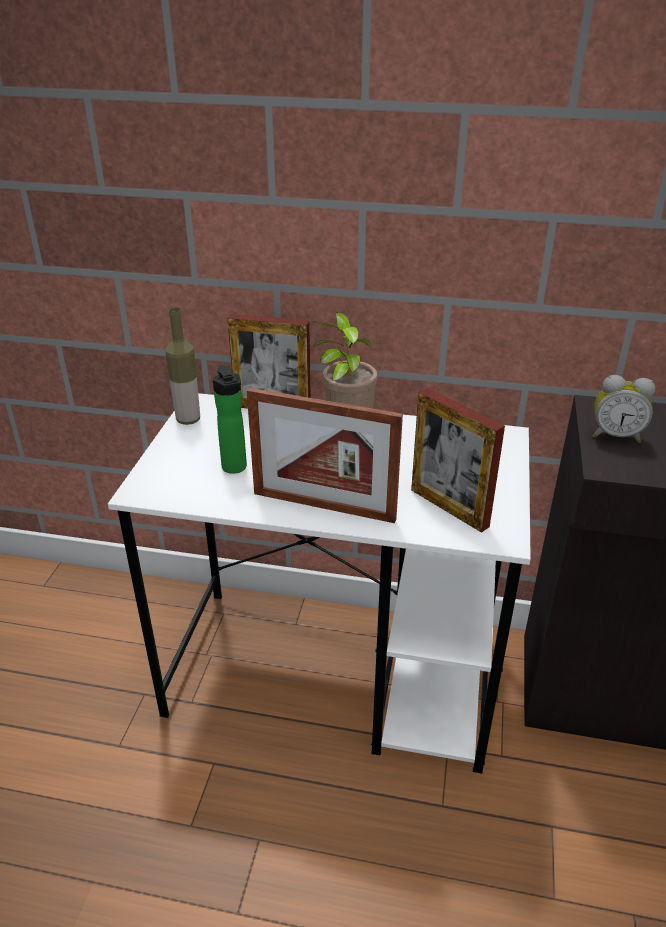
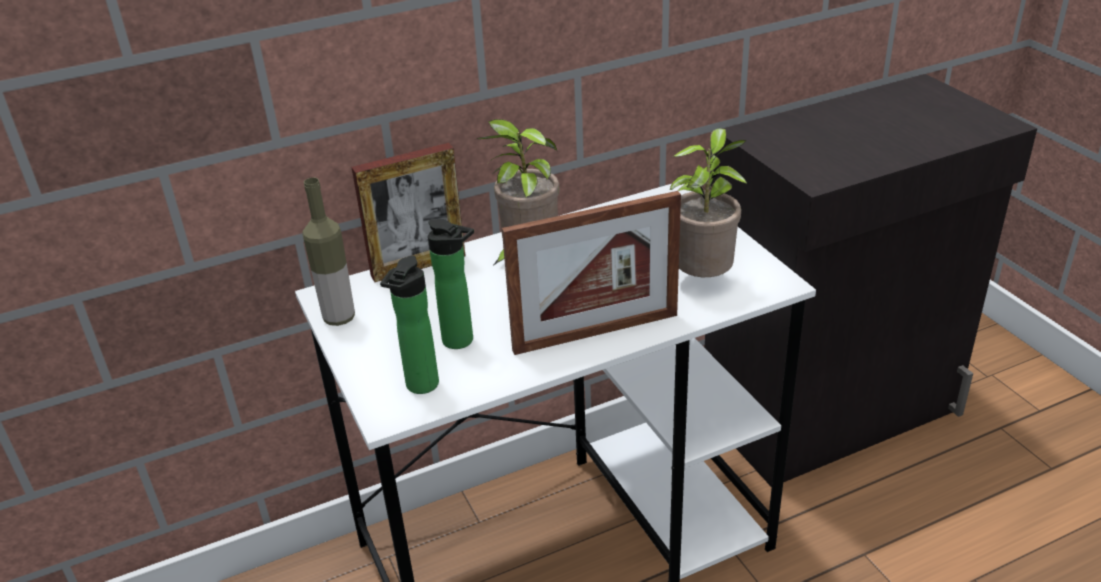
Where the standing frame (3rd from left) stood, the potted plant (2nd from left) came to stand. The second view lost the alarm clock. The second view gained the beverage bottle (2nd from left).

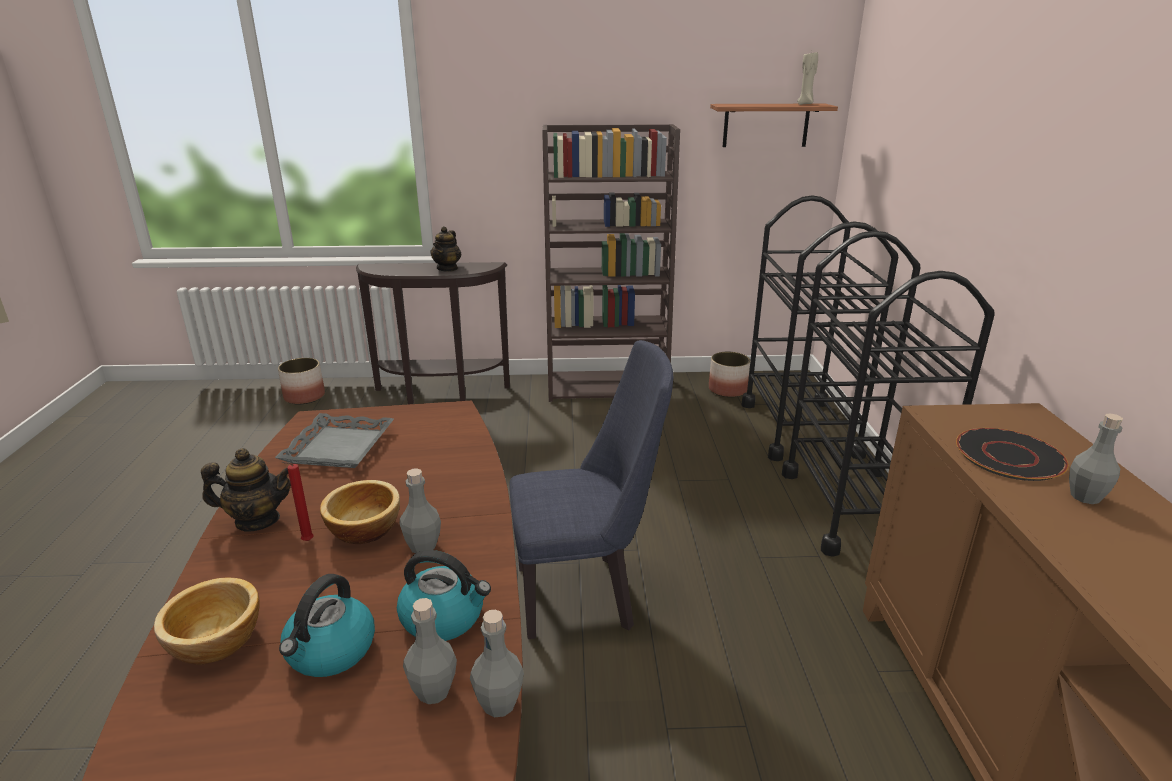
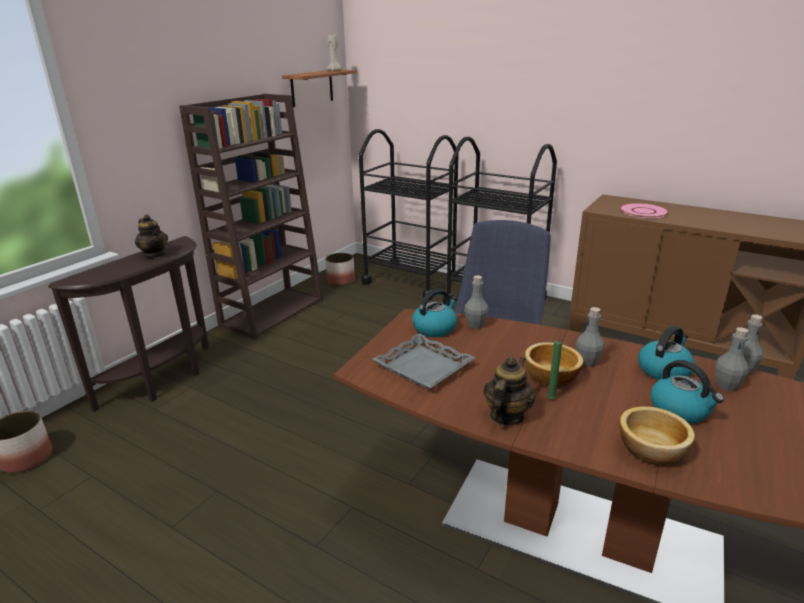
What was the red-coloured wax light turned into the green-coloured wax light. What was the black-coloured flat dish turned into the pink flat dish. The gray beverage bottle (4th from left in the first image) ended up elsewhere. The second view gained the water kettle (1st from left).

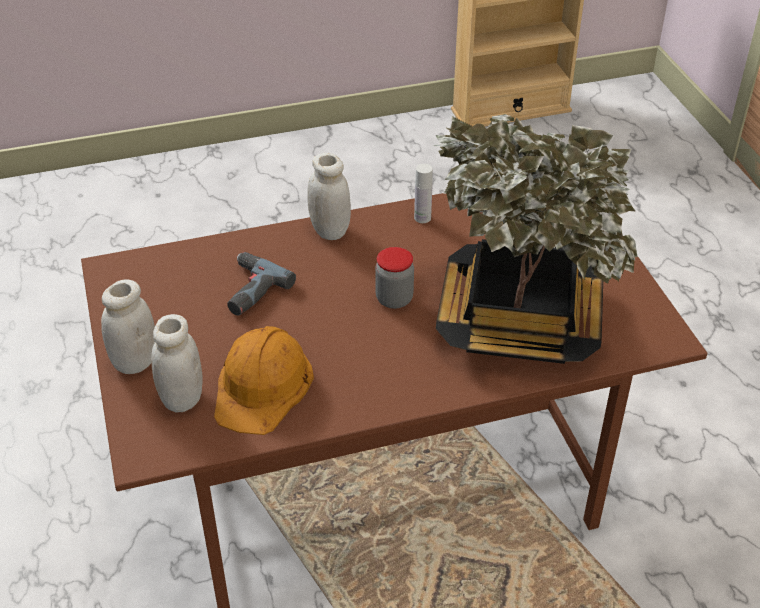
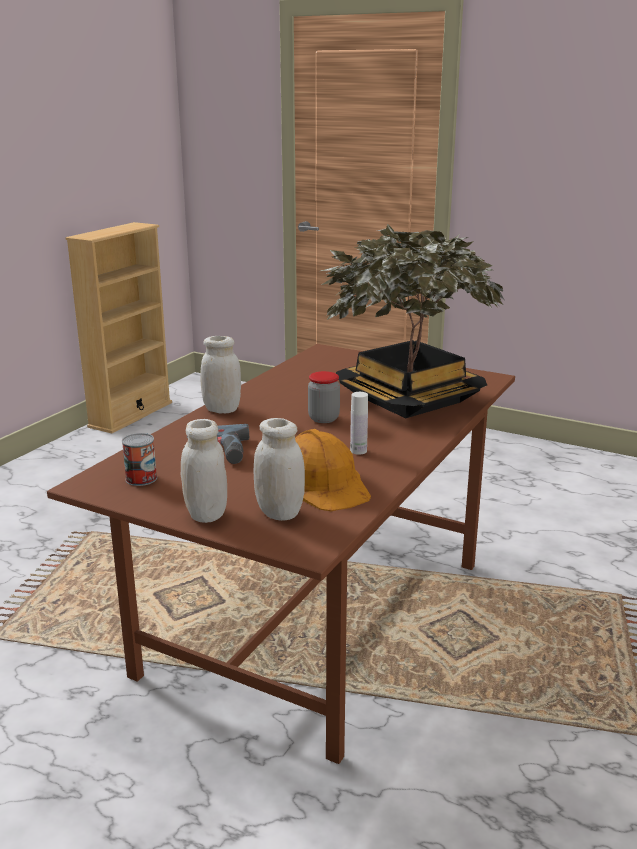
The whitish beverage bottle ended up elsewhere. The second view gained the can.

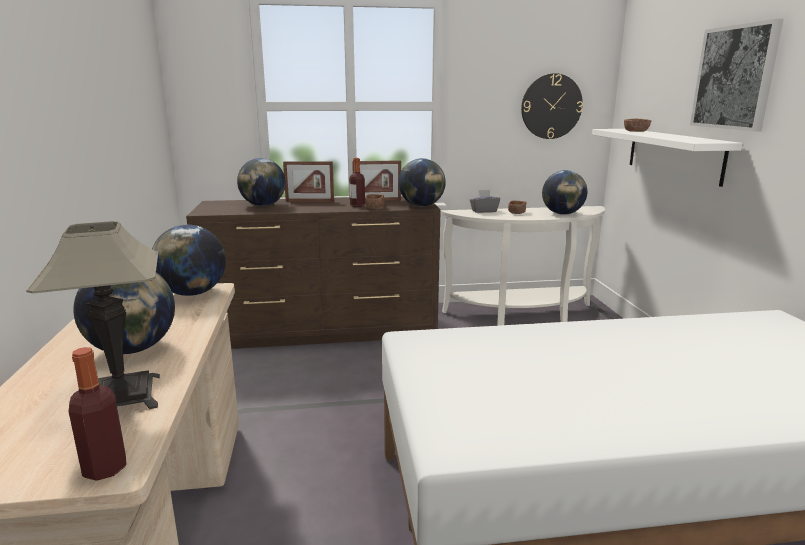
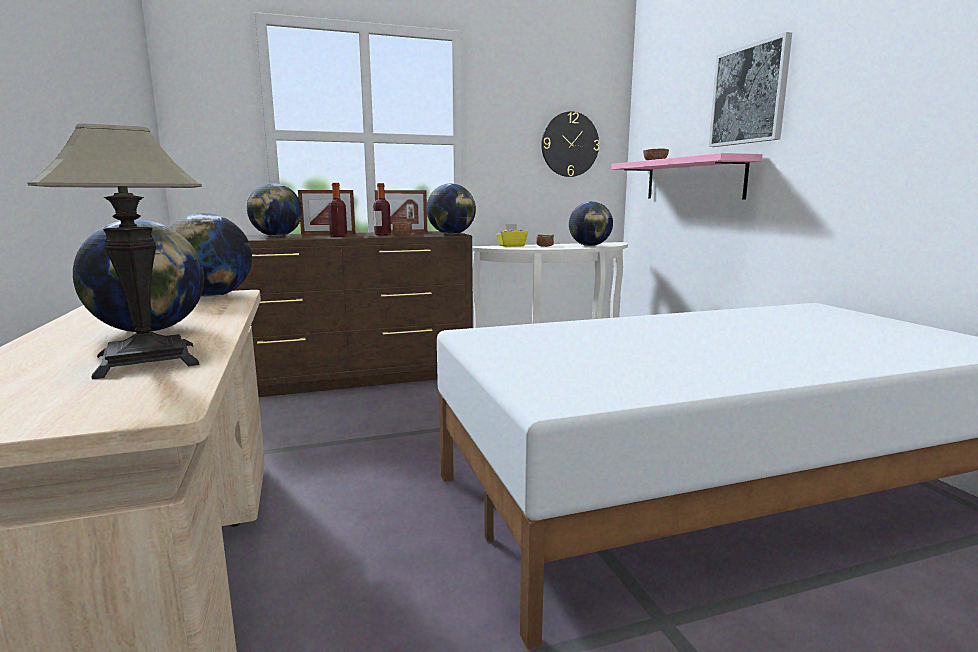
The beverage bottle (1st from left) ended up elsewhere. What was the gray box of tissues turned into the yellow-coloured box of tissues. What was the whitish shelf turned into the pink shelf.

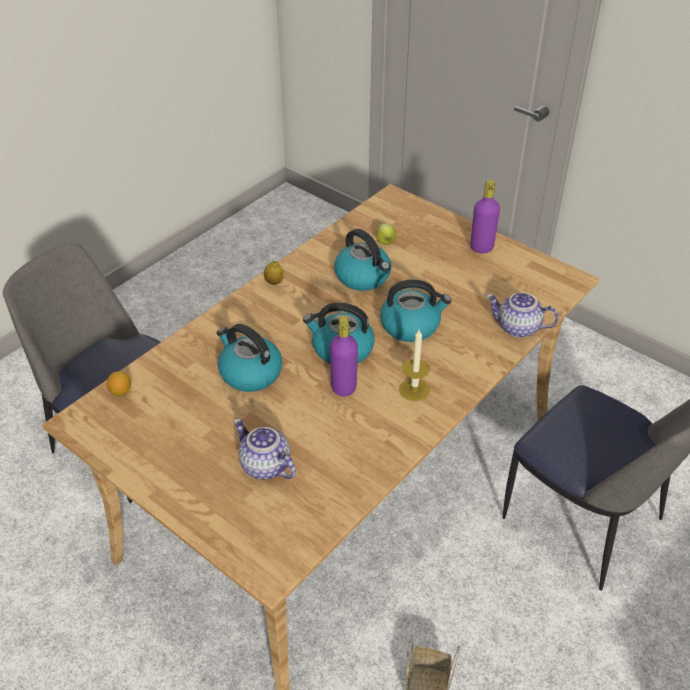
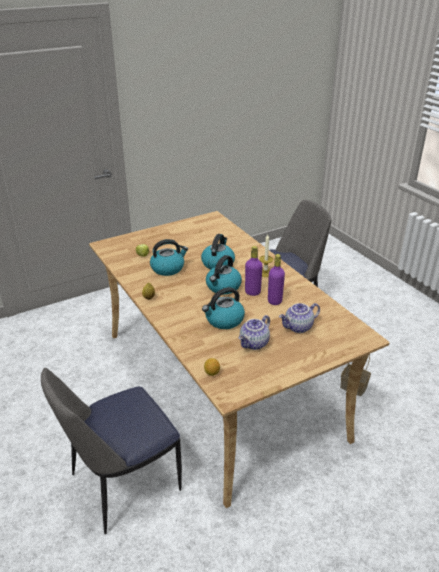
The purple beverage bottle (2nd from left) ended up elsewhere. The pot for tea (2nd from left in the first image) ended up elsewhere.

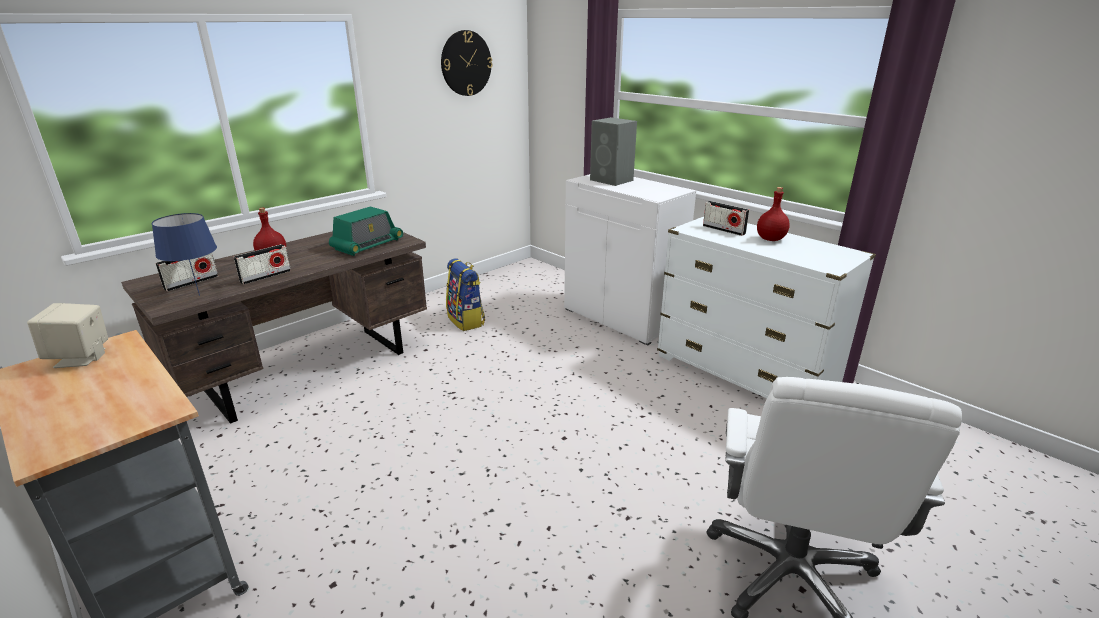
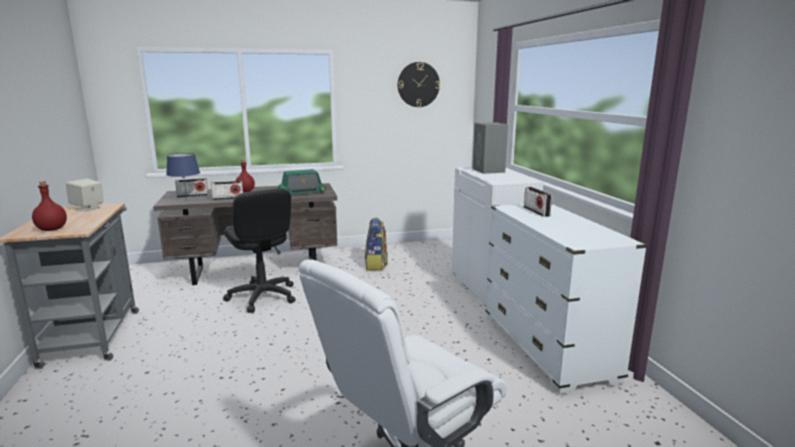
The red-coloured beverage bottle (2nd from left in the first image) ended up elsewhere. The second view gained the black-coloured office chair.

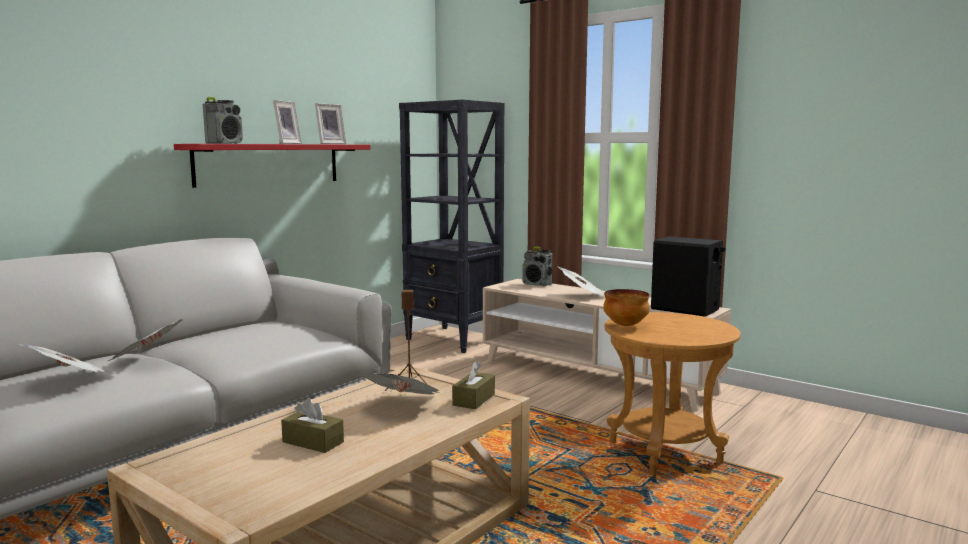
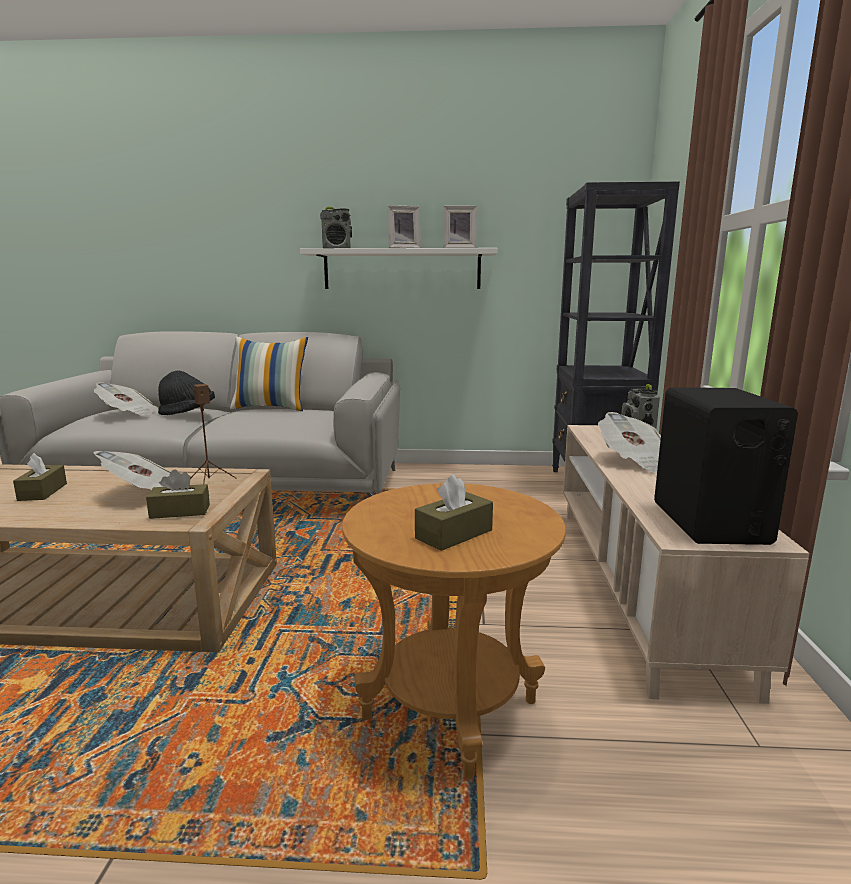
Where the daily paper (2nd from left) stood, the black-coloured clothing hat came to stand. What was the red-coloured shelf turned into the whitish shelf. The second view lost the serving bowl. The second view gained the throw pillow. The second view gained the brown box of tissues (3rd from left).

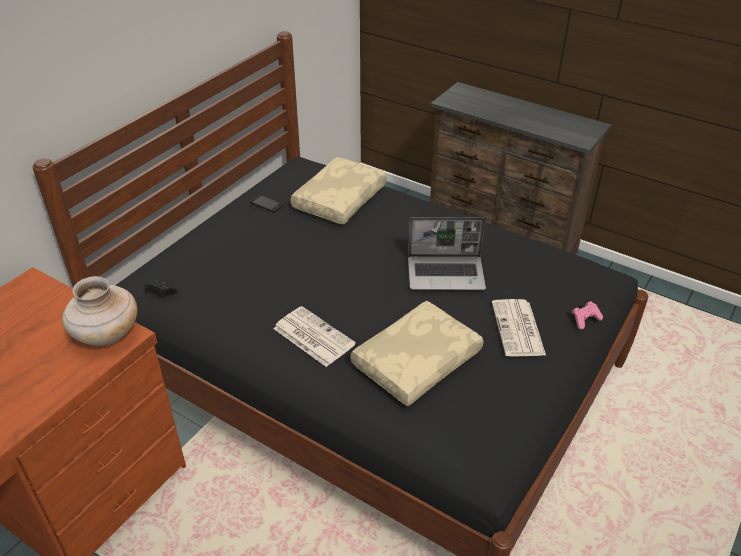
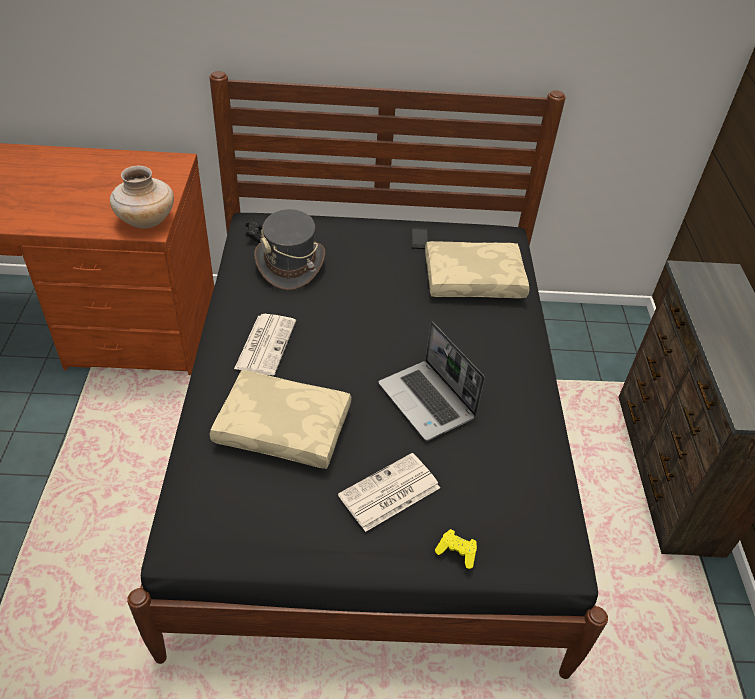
What was the pink joypad turned into the yellow-coloured joypad. The second view gained the gray clothing hat.

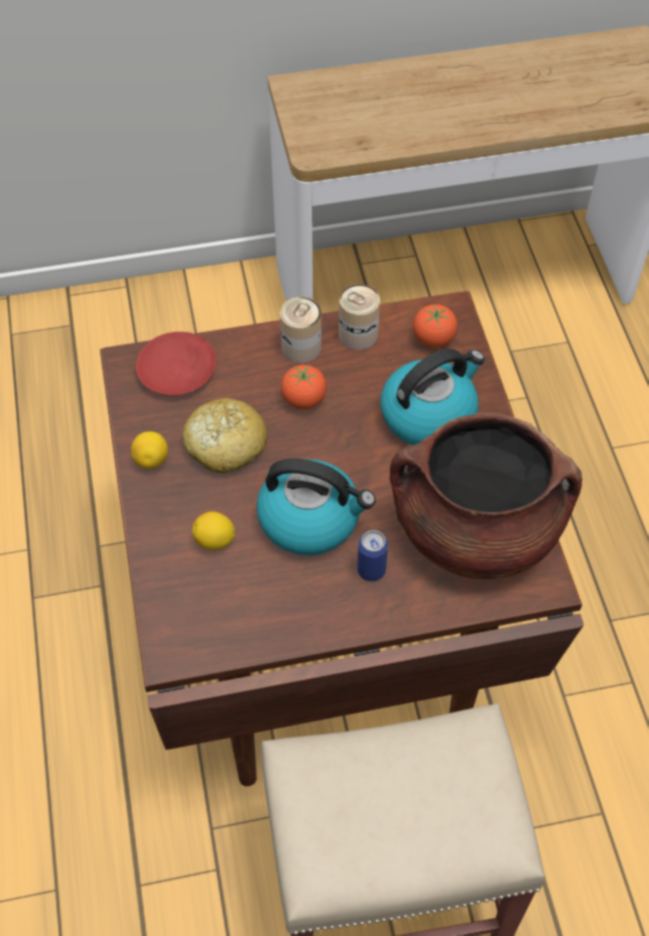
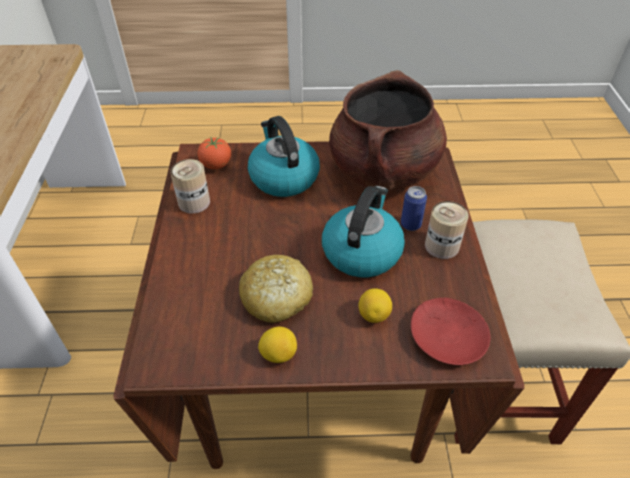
The red-coloured flat dish ended up elsewhere. The can (1st from left in the first image) ended up elsewhere. The second view lost the tomato (1st from left).

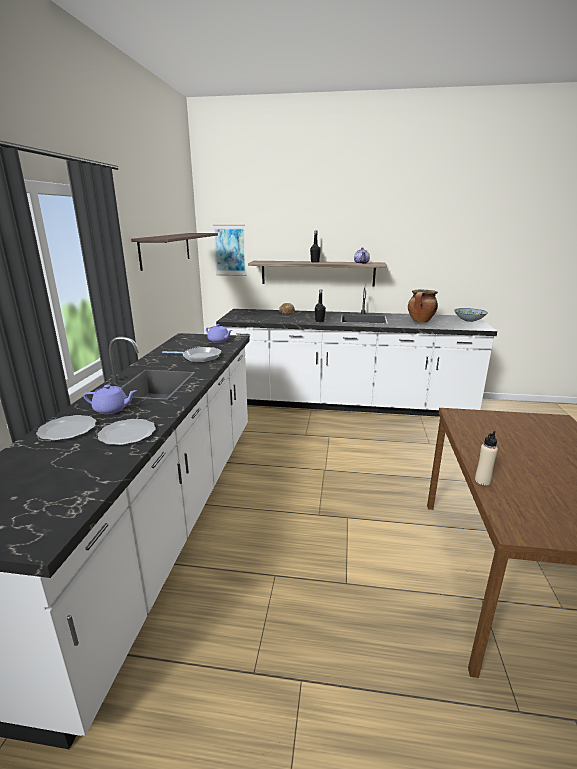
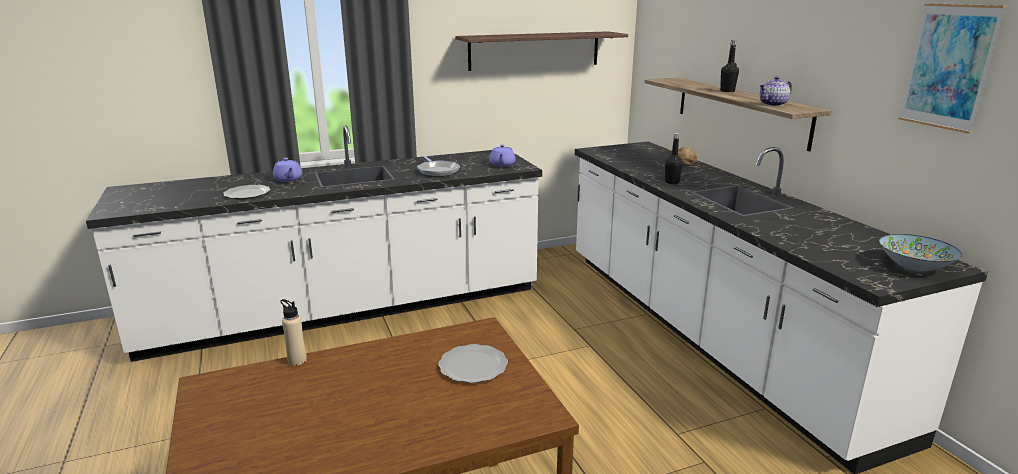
The flat dish (1st from left in the first image) ended up elsewhere. The picture ended up elsewhere. The second view lost the stockpot.

